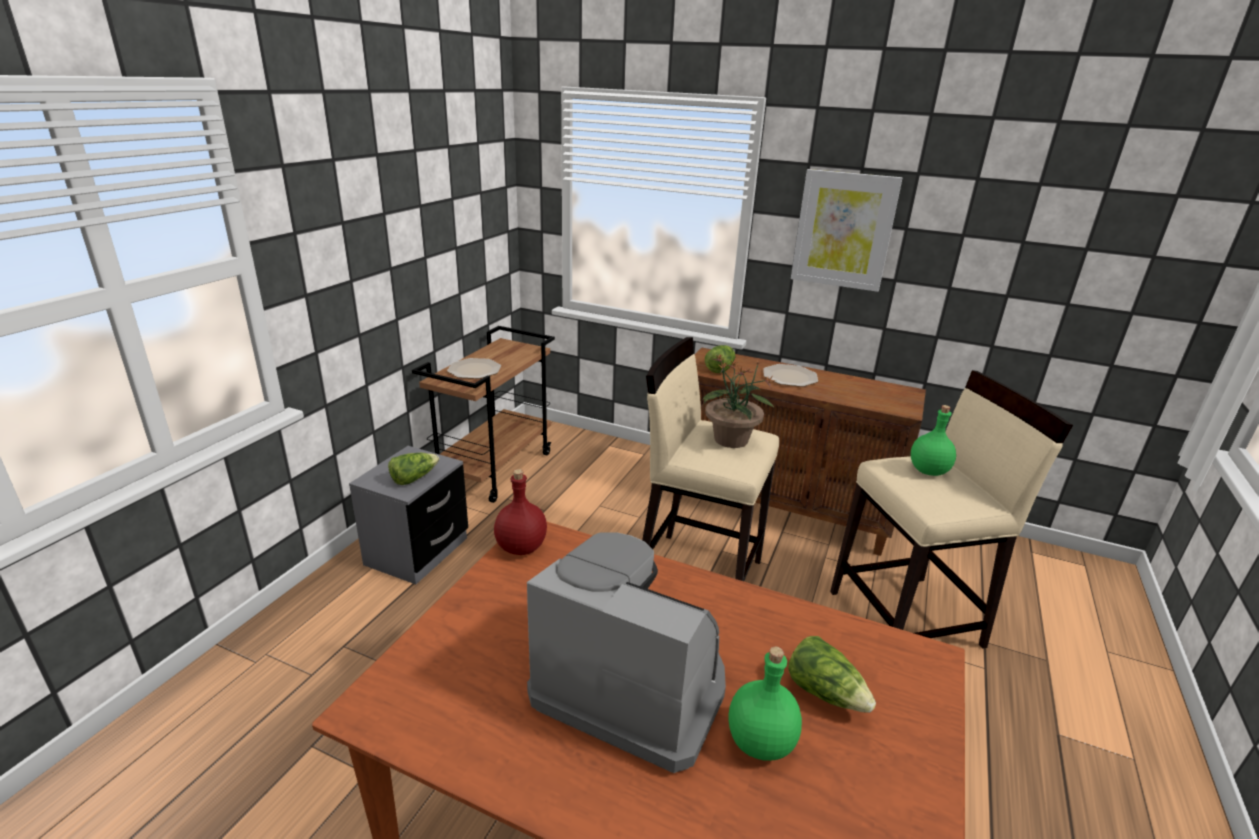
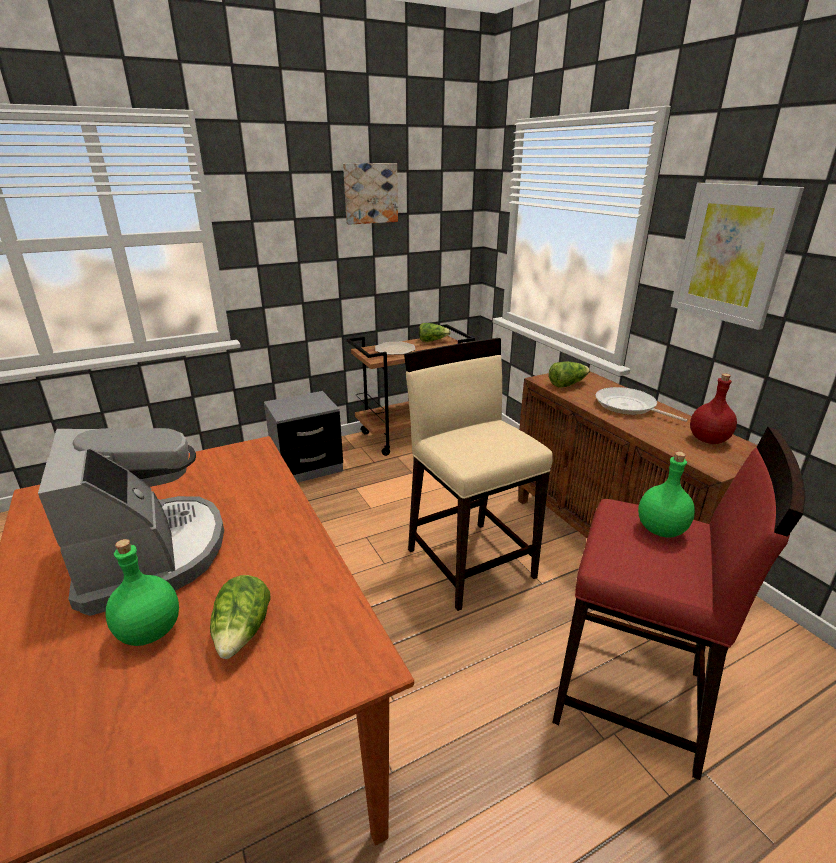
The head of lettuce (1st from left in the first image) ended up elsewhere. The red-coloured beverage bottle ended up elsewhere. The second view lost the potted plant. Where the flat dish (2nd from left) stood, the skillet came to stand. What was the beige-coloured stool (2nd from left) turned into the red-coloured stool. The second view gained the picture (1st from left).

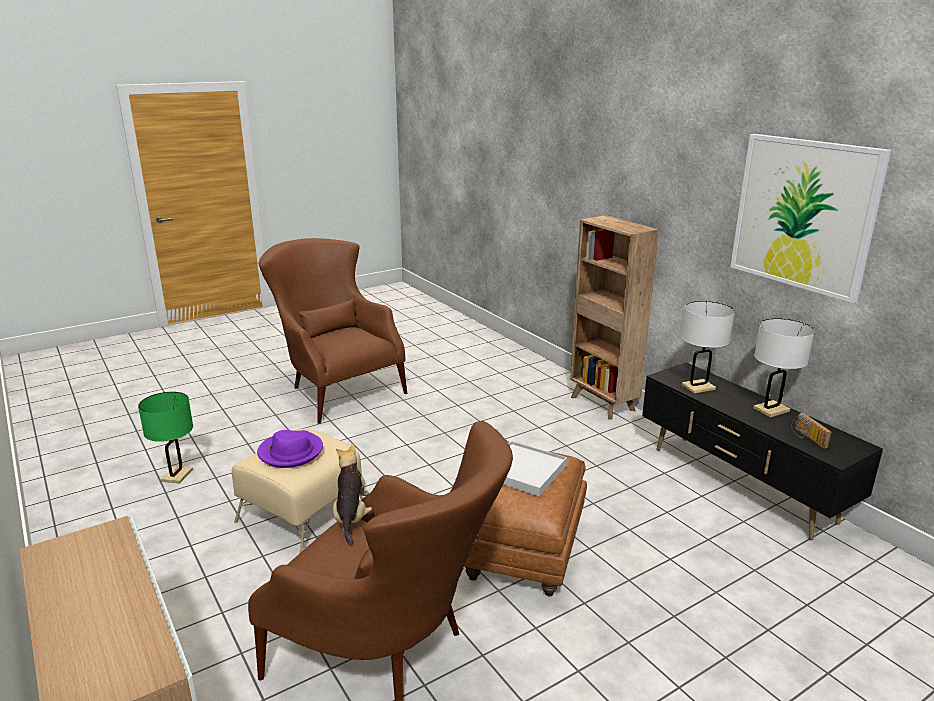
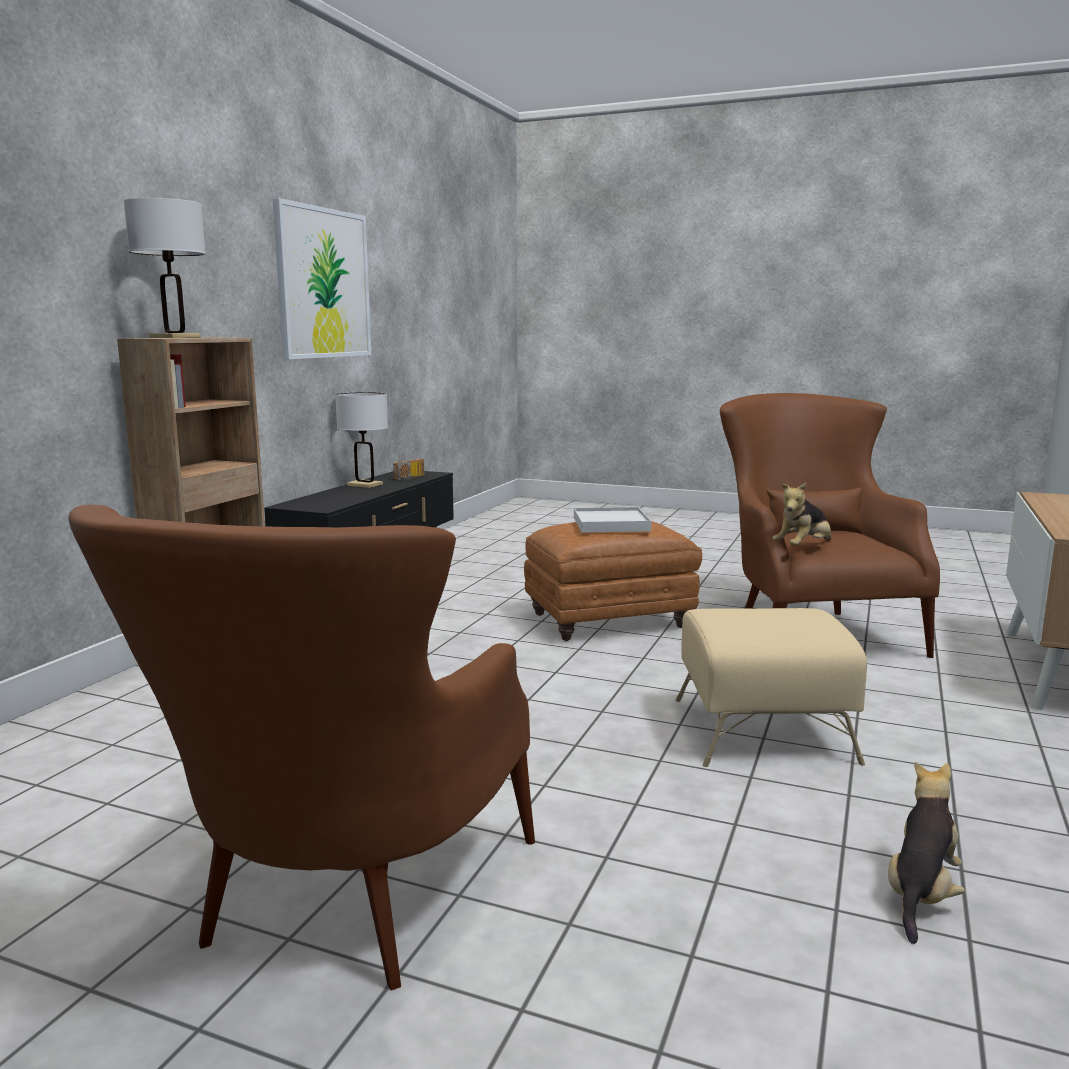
Where the green-coloured tabletop lamp stood, the soft toy (2nd from left) came to stand. The second view lost the purple clothing hat. The whitish tabletop lamp (1st from left) ended up elsewhere.

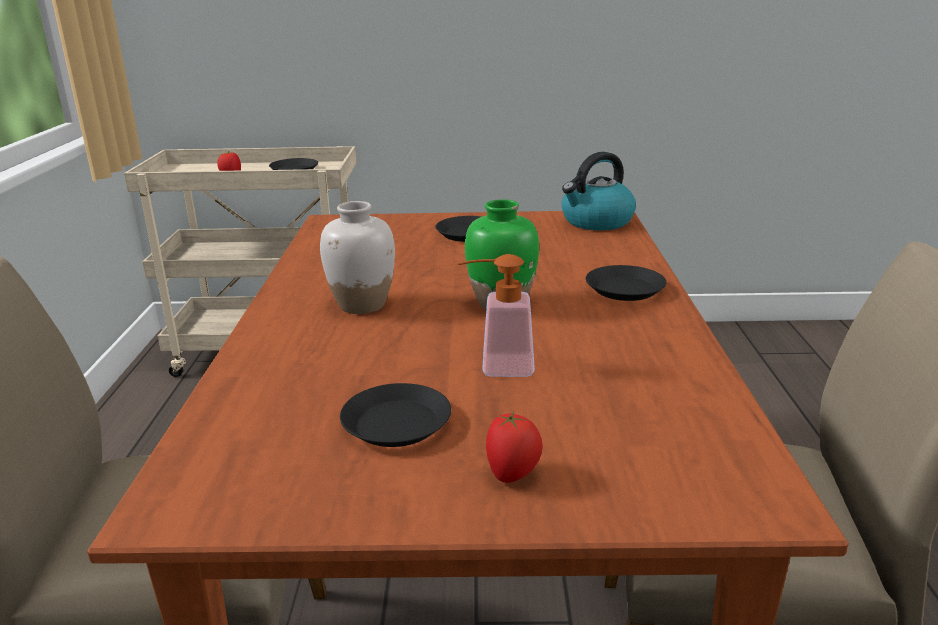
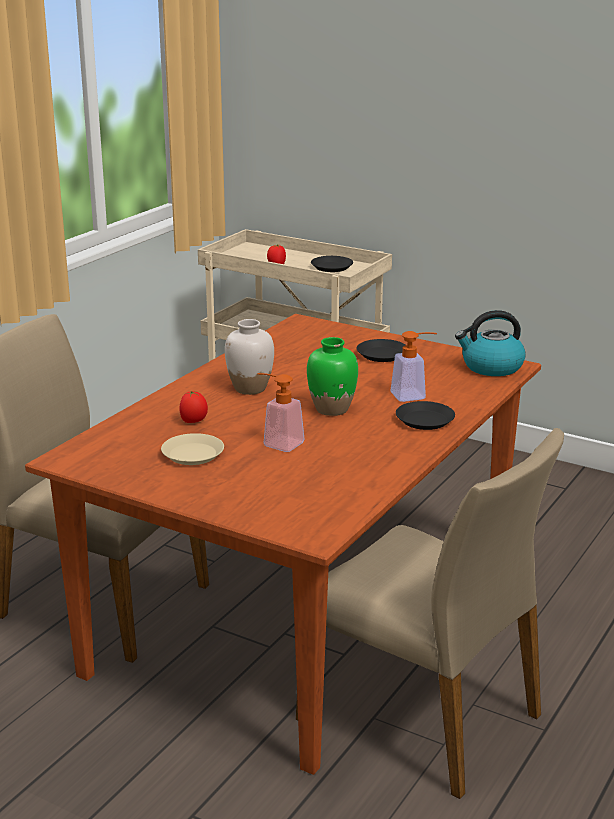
What was the black-coloured flat dish (2nd from left) turned into the beige-coloured flat dish. The tomato (2nd from left in the first image) ended up elsewhere. The second view gained the soap bottle (2nd from left).

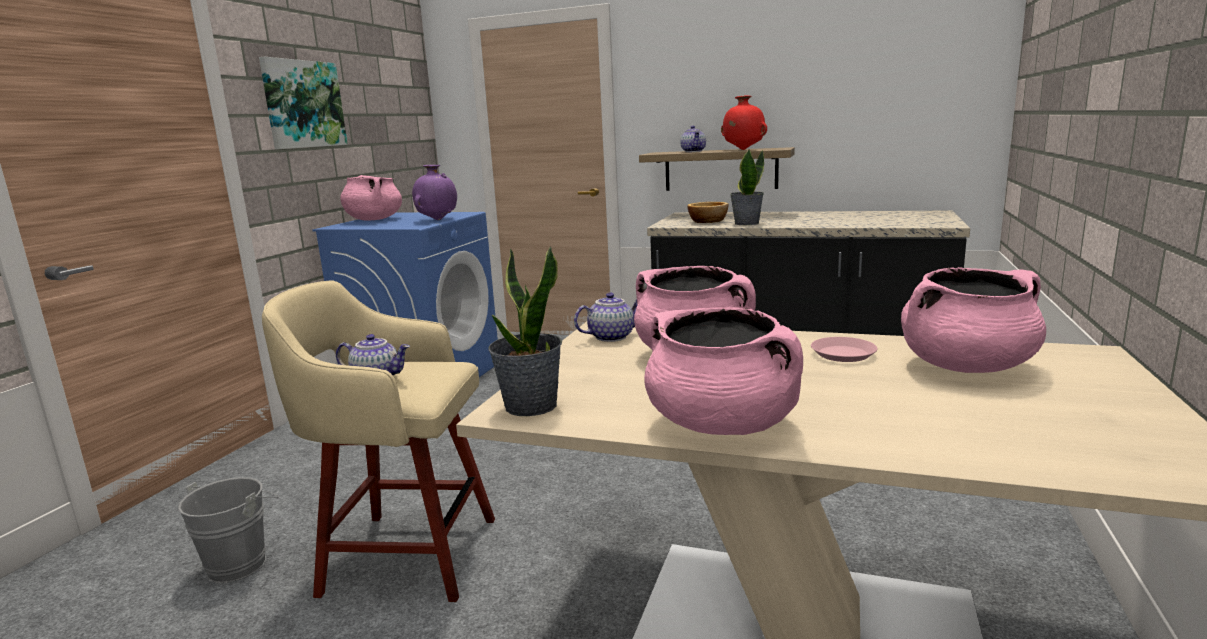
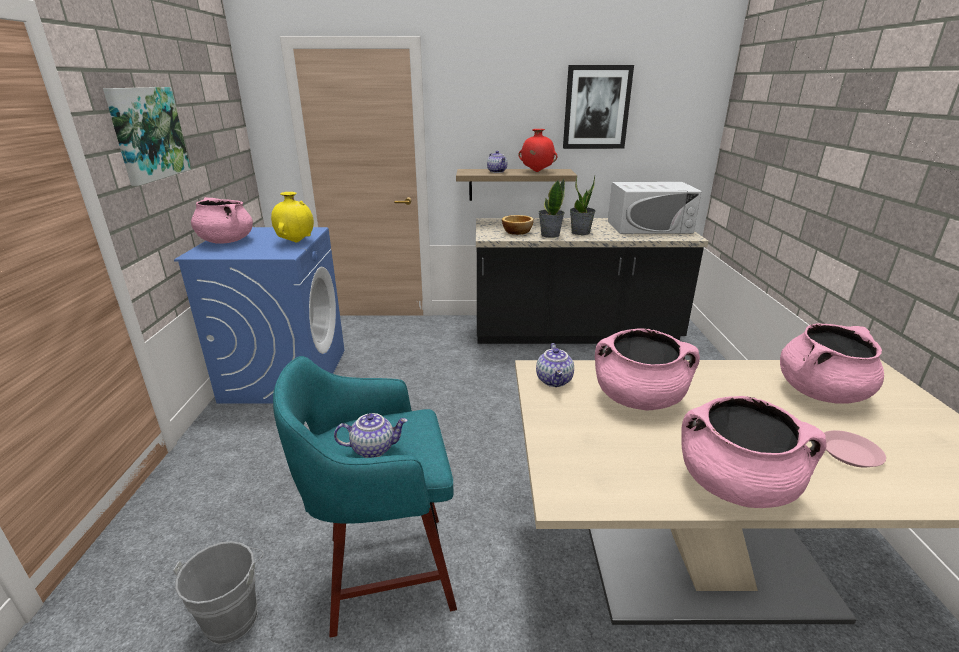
What was the beige-coloured stool turned into the turquoise stool. What was the purple decorative vase turned into the yellow-coloured decorative vase. The potted plant (1st from left in the first image) ended up elsewhere. The pot for tea (2nd from left in the first image) ended up facing another way, 135 degrees clockwise from before. The pink flat dish ended up elsewhere. The second view gained the picture (2nd from left). The second view gained the whitish kitchen microwave.

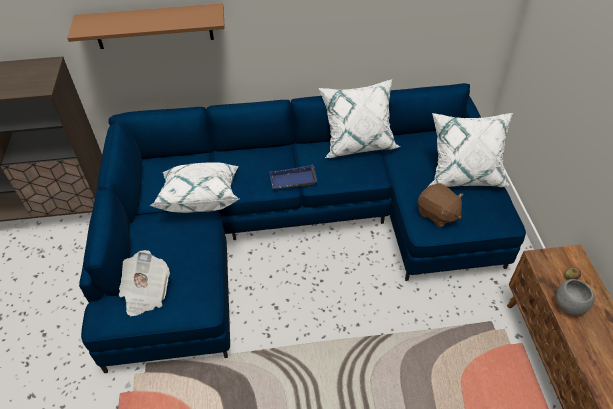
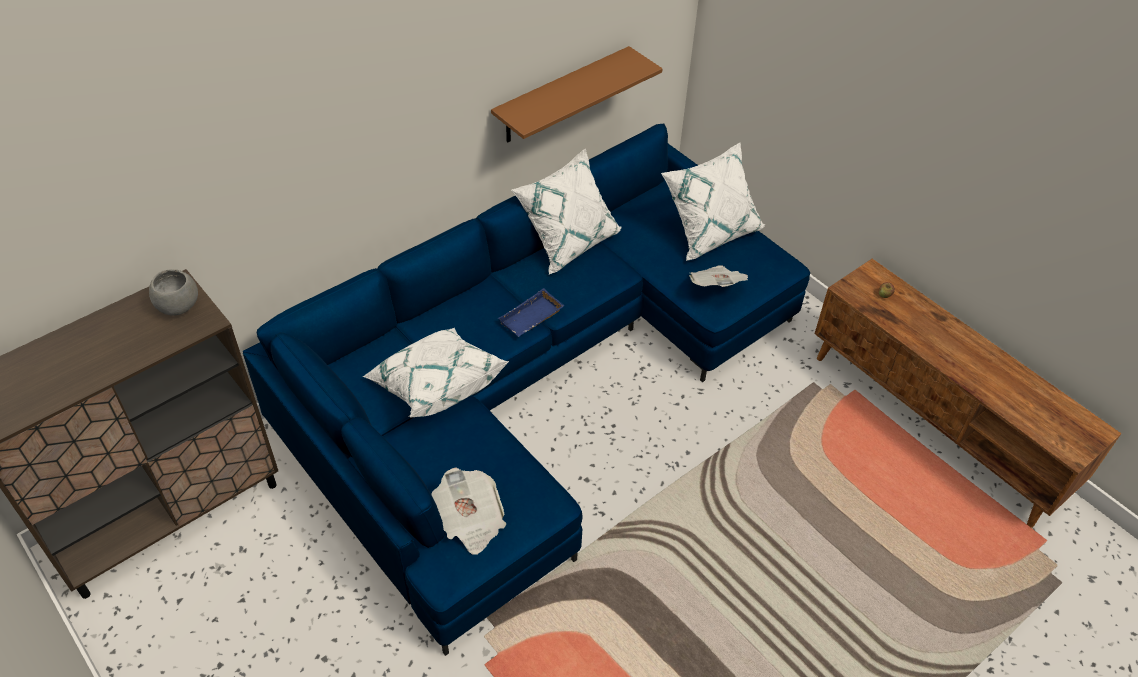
The brown shelf ended up elsewhere. Where the brown soft toy stood, the daily paper (2nd from left) came to stand. The gray serving bowl ended up elsewhere.

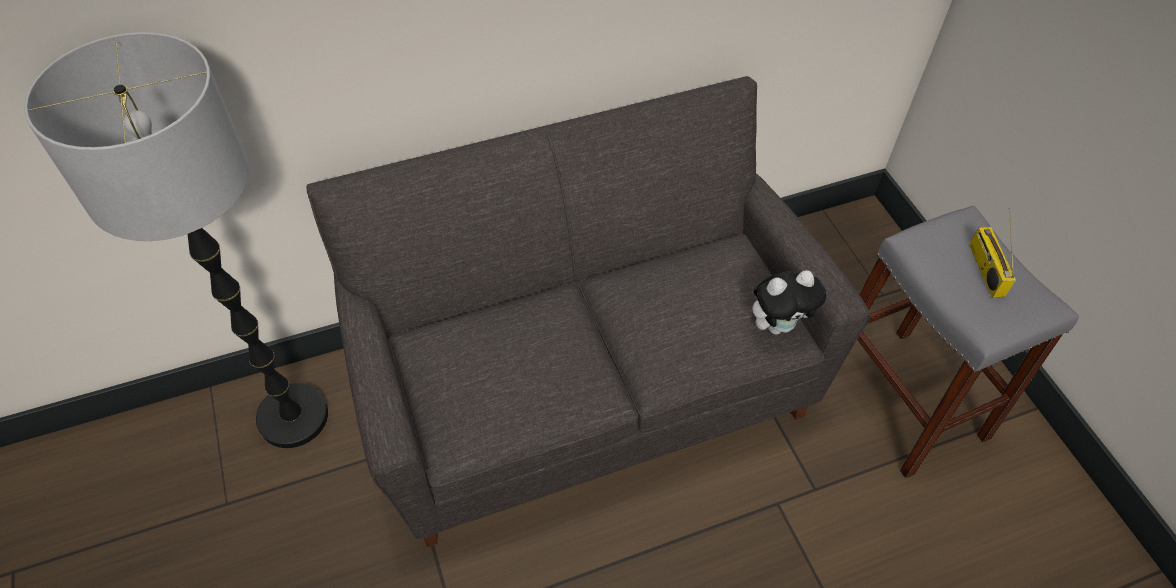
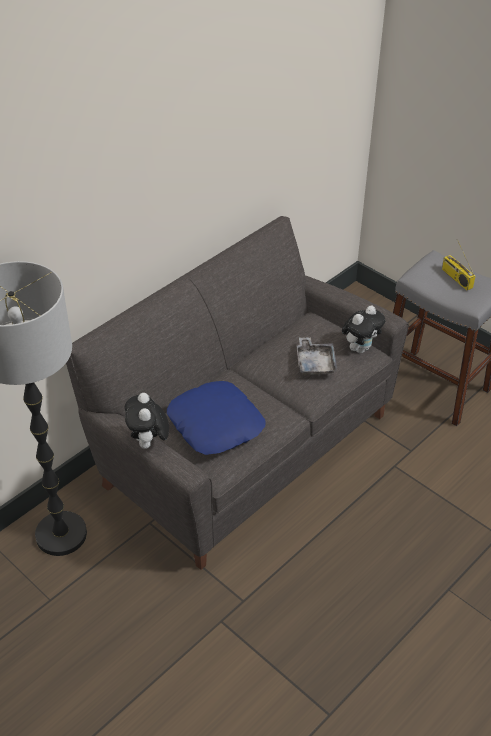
The second view gained the soft toy (1st from left). The second view gained the bluish throw pillow. The second view gained the gray serving tray.

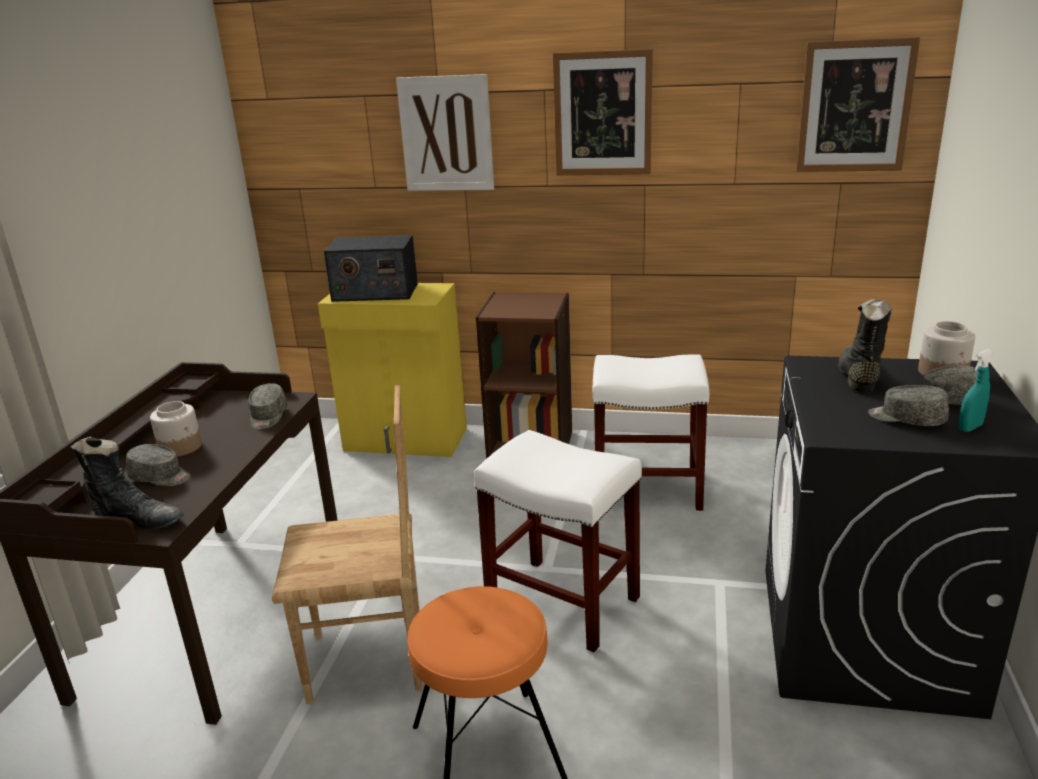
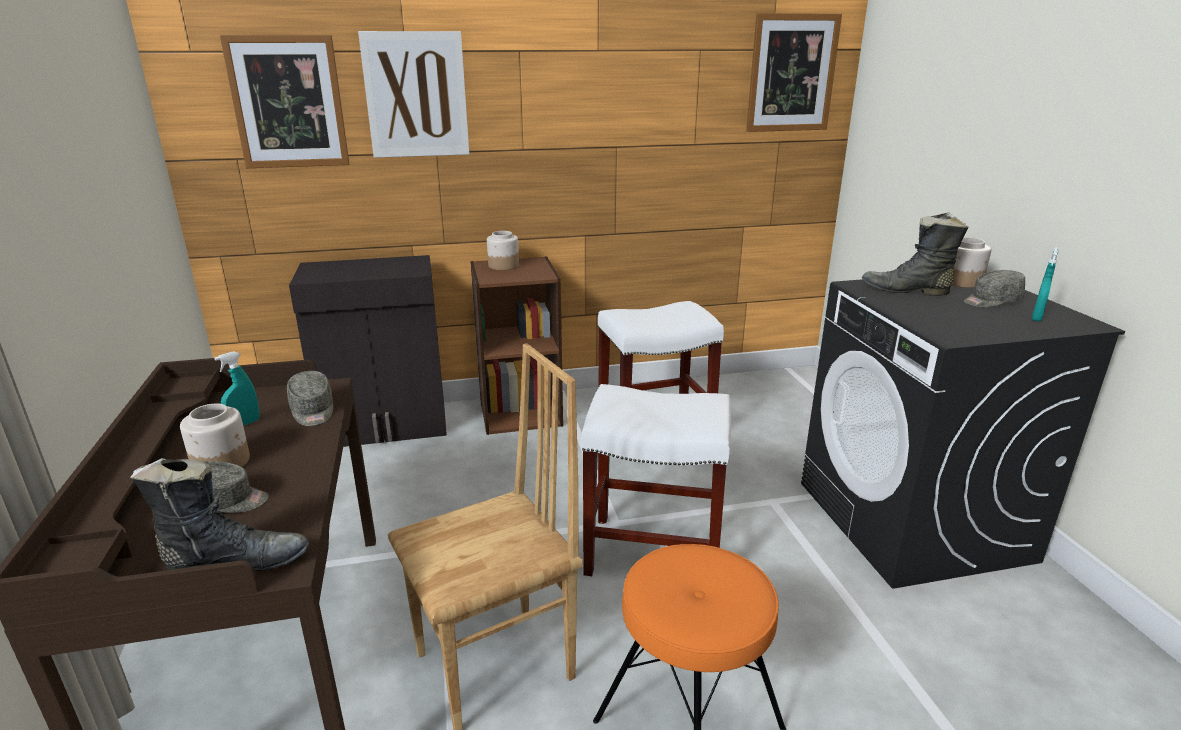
What was the yellow-coloured cabinet turned into the black-coloured cabinet. The second view lost the radio receiver. The picture (2nd from left in the first image) ended up elsewhere. The black-coloured high-top boot (2nd from left) ended up facing another way, 60 degrees counterclockwise from before. The second view lost the gray peaked cap (3rd from left). The second view gained the turquoise spray bottle (1st from left). The second view gained the jar (2nd from left).

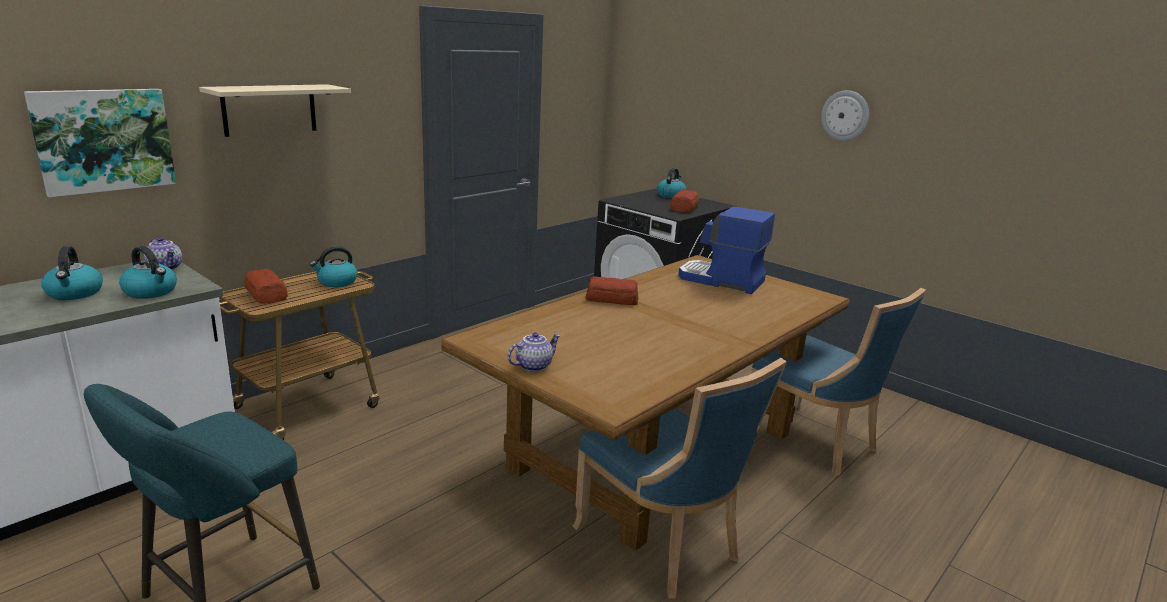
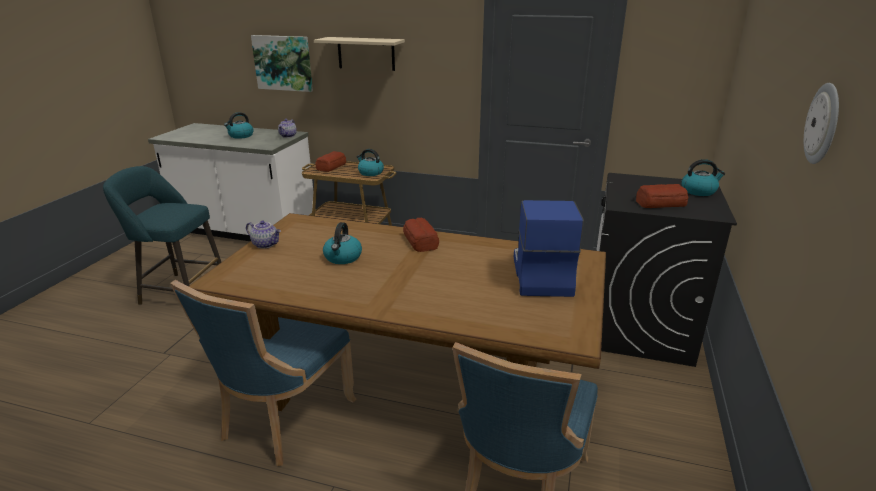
The water kettle (2nd from left) ended up elsewhere.

